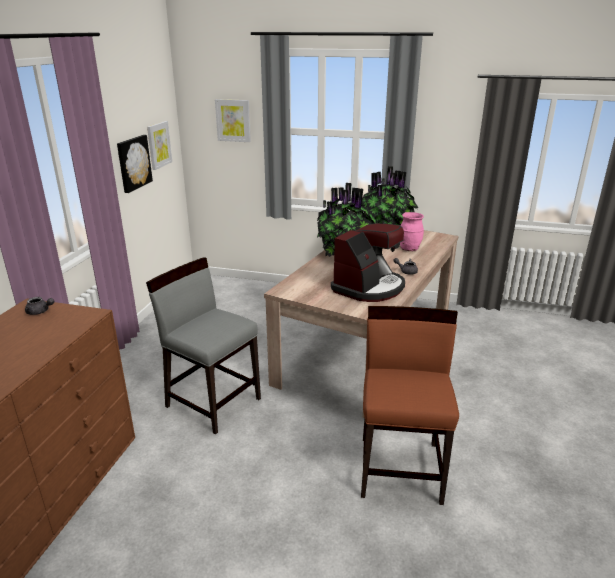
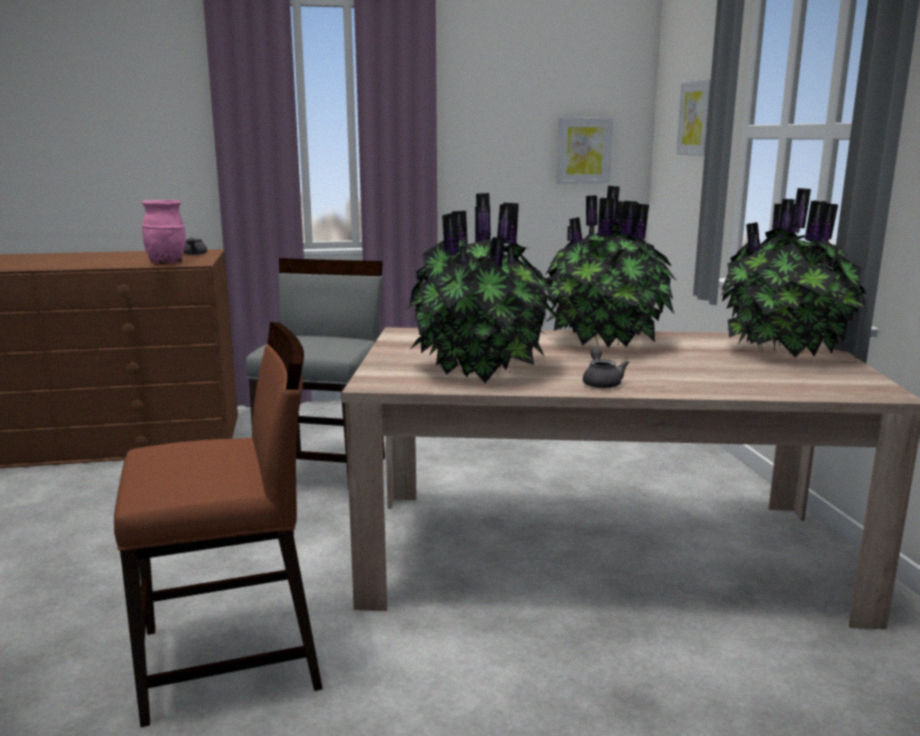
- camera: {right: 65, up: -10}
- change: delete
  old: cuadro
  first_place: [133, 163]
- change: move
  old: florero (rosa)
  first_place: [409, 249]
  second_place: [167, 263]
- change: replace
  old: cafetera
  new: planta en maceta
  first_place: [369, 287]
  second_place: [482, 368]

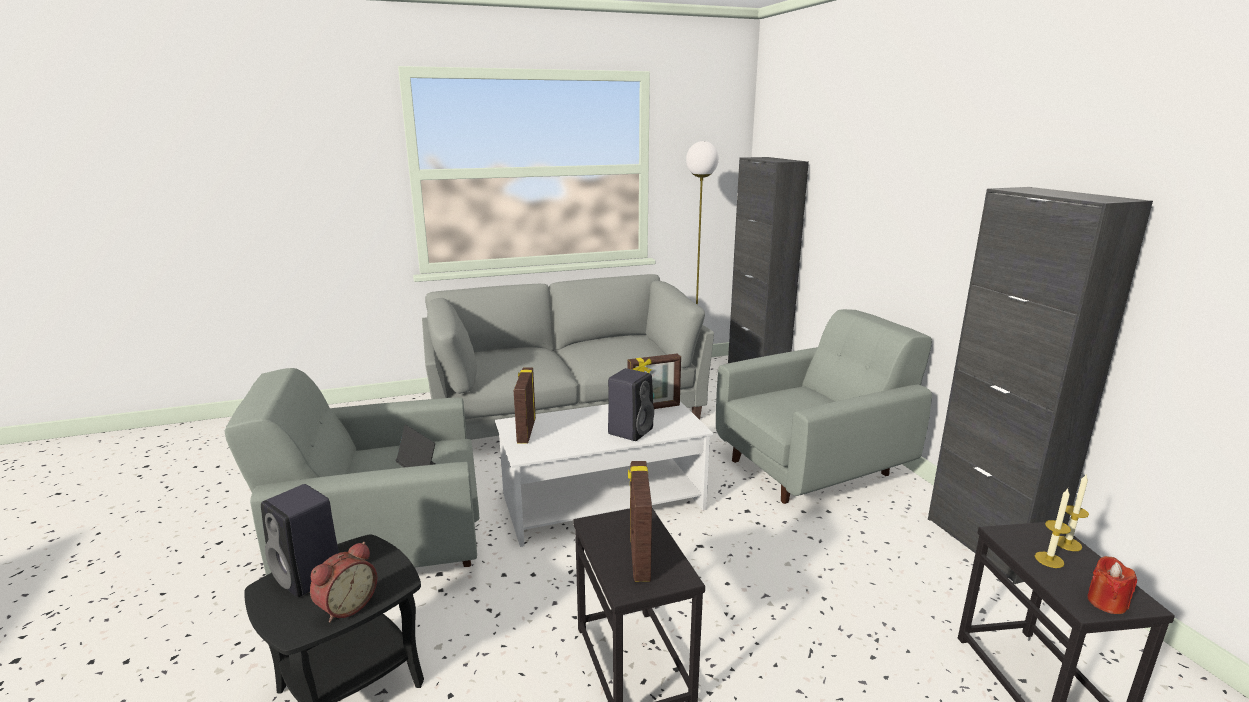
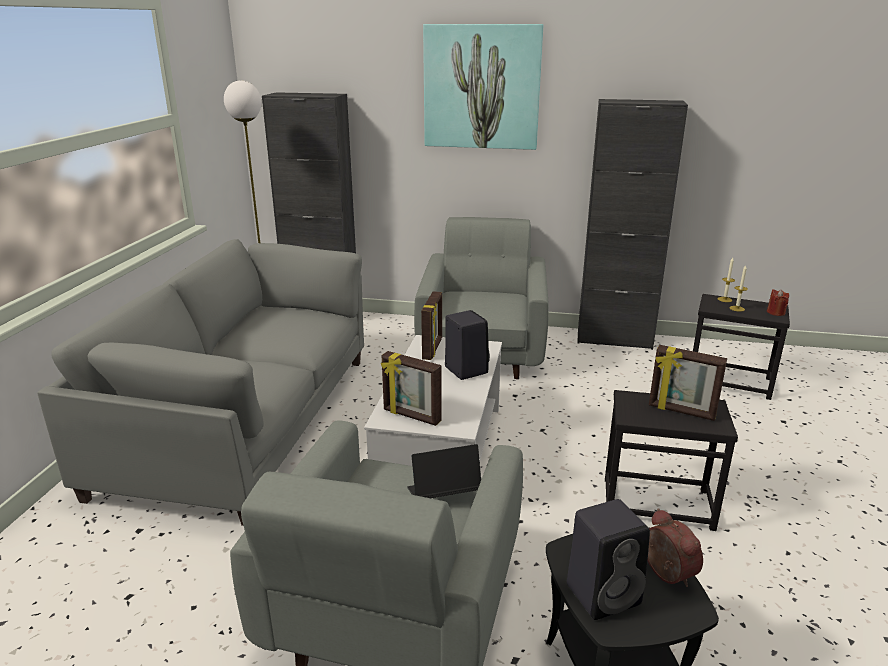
- camera: {right: -60, up: 5}
- change: insert
  new: cuadro
  second_place: [481, 87]

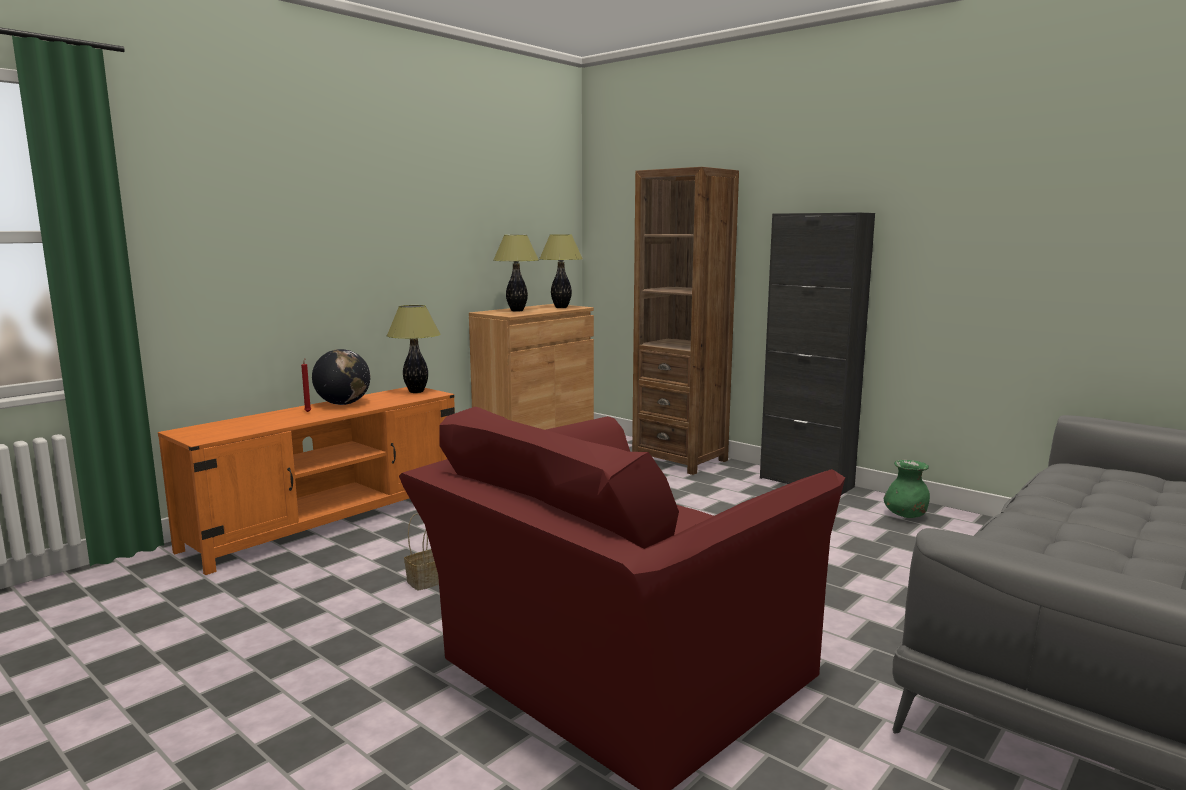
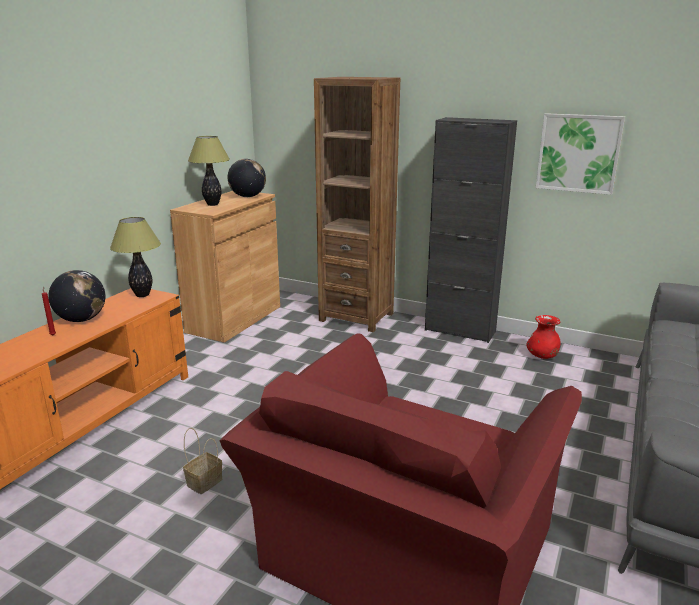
- camera: {right: -15, up: 10}
- change: insert
  new: cuadro
  second_place: [578, 153]
- change: replace
  old: lámpara de mesa
  new: globo terráqueo
  first_place: [561, 307]
  second_place: [248, 196]
- change: recolor
  old: florero (verde)
  new: florero (rojo)
  first_place: [905, 516]
  second_place: [542, 356]

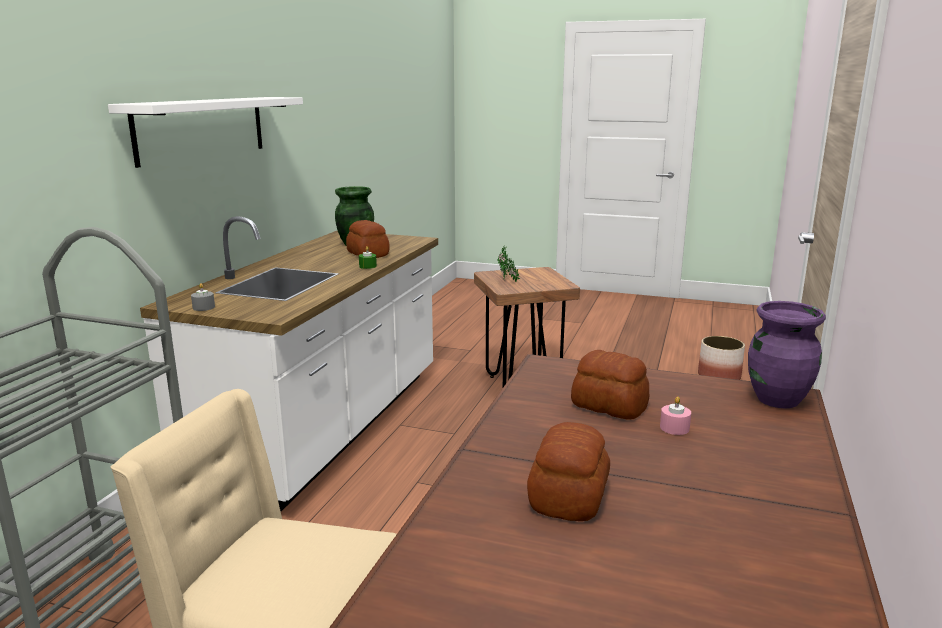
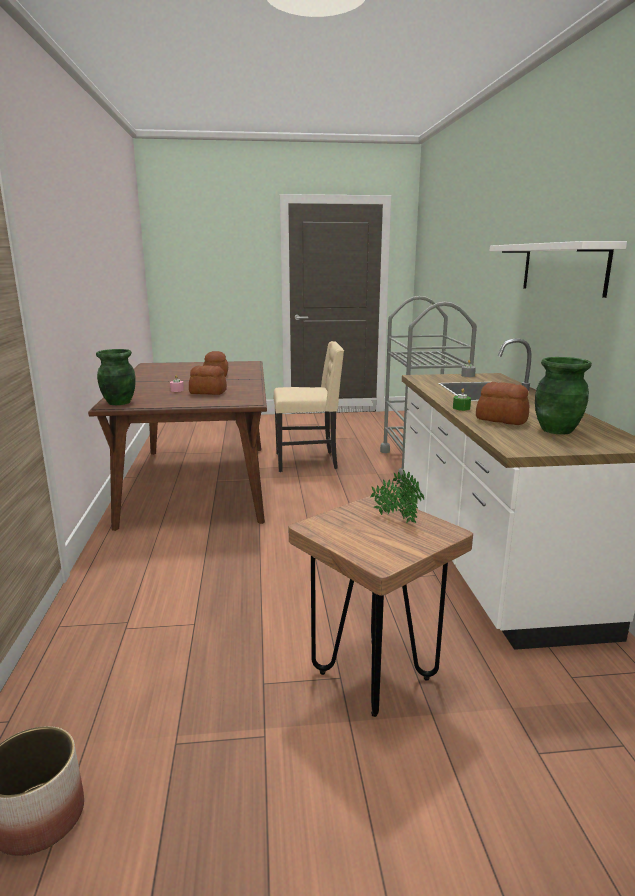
- camera: {right: 155, up: 0}
- change: recolor
  old: florero (morado)
  new: florero (verde)
  first_place: [777, 399]
  second_place: [119, 403]

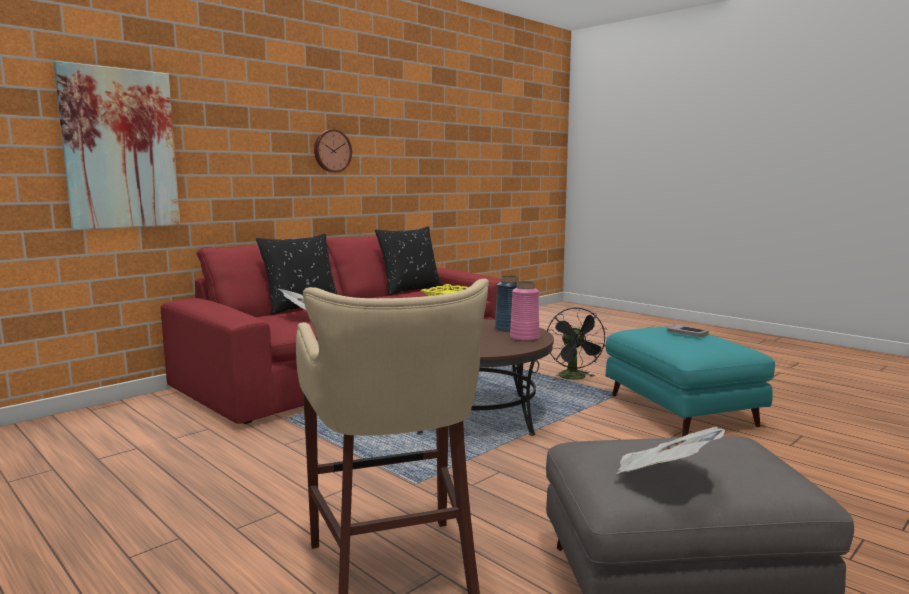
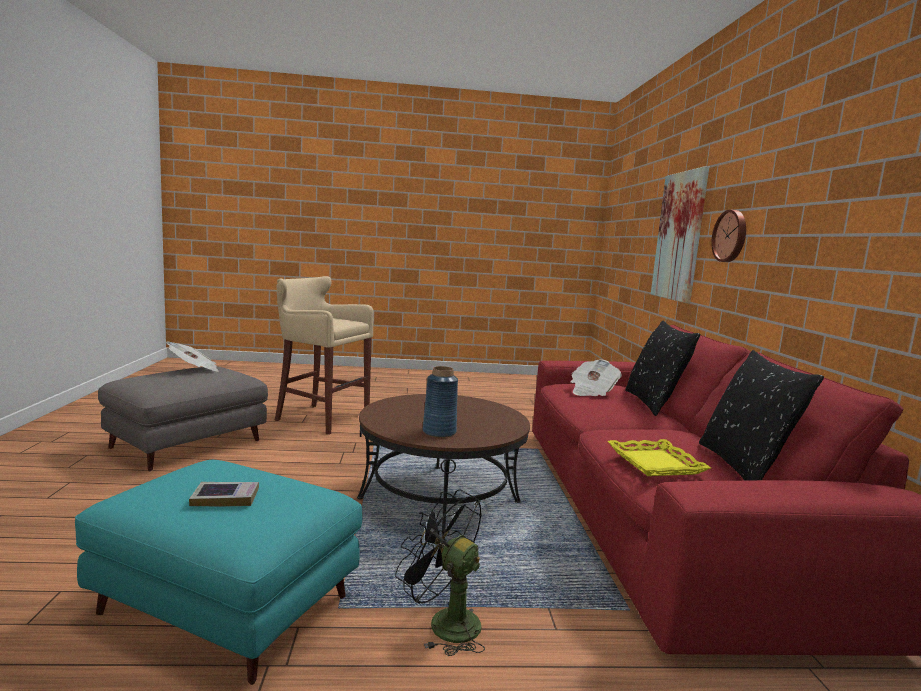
- camera: {right: 130, up: 0}
- change: delete
  old: florero (rosa)
  first_place: [524, 338]
- change: move
  old: reloj de pared
  first_place: [331, 151]
  second_place: [731, 236]

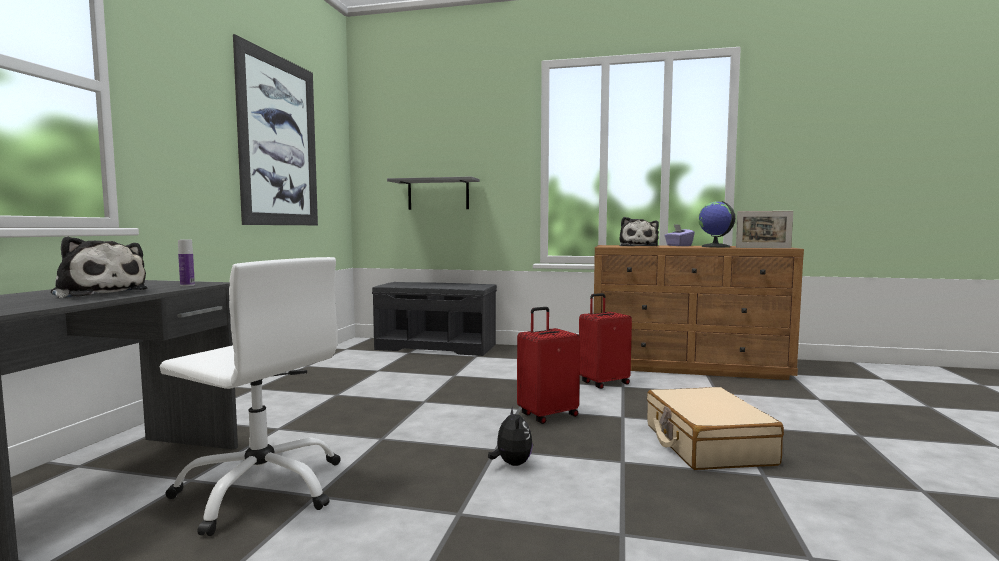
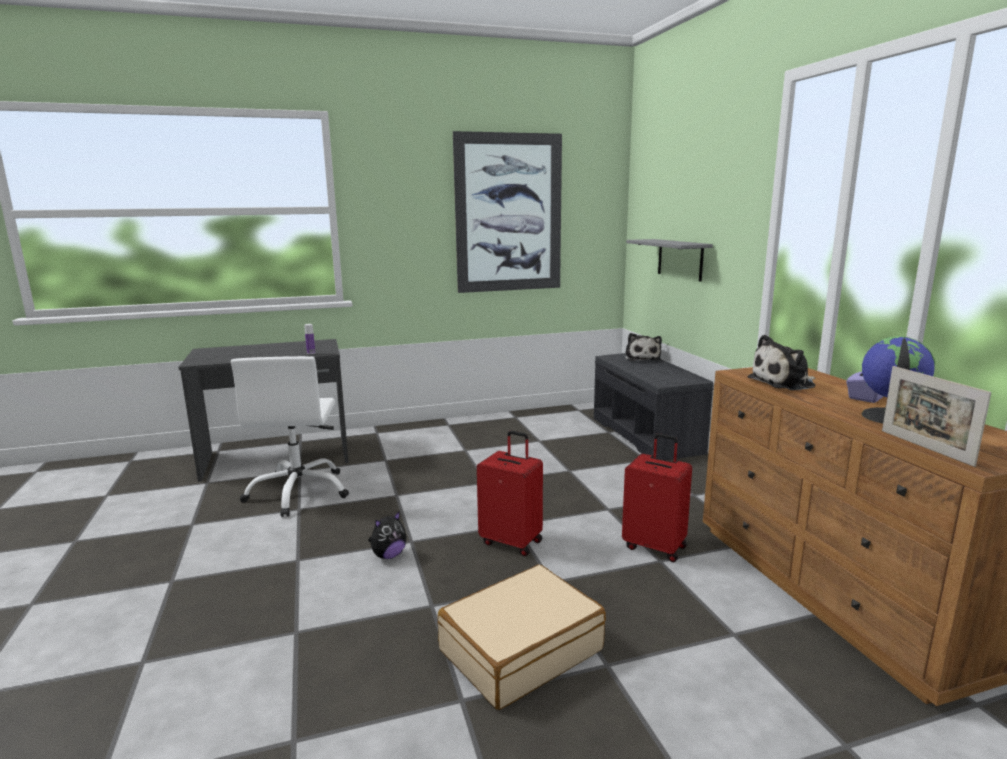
- camera: {right: 60, up: 10}
- change: move
  old: peluche
  first_place: [99, 293]
  second_place: [641, 358]

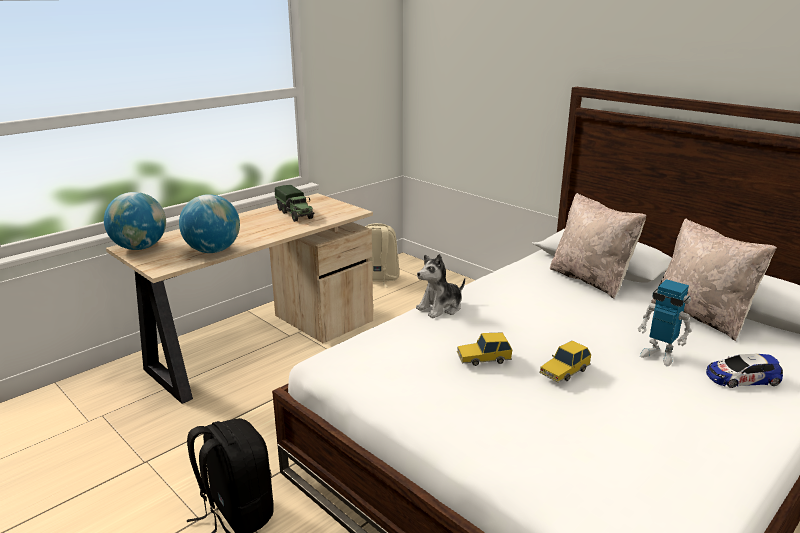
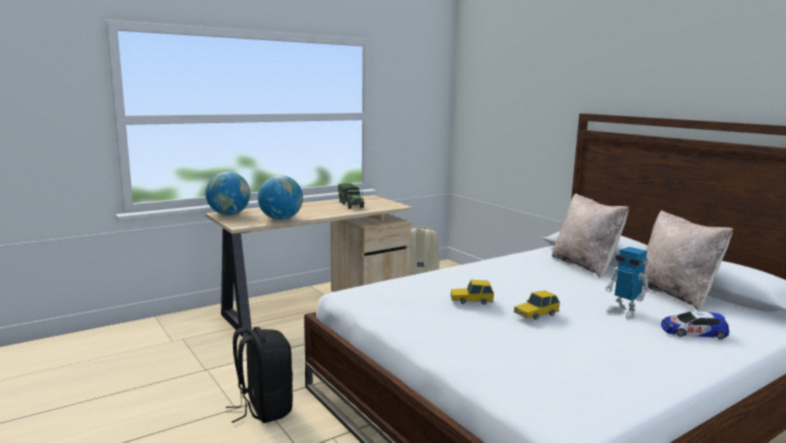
- camera: {right: 10, up: -10}
- change: delete
  old: peluche
  first_place: [440, 308]

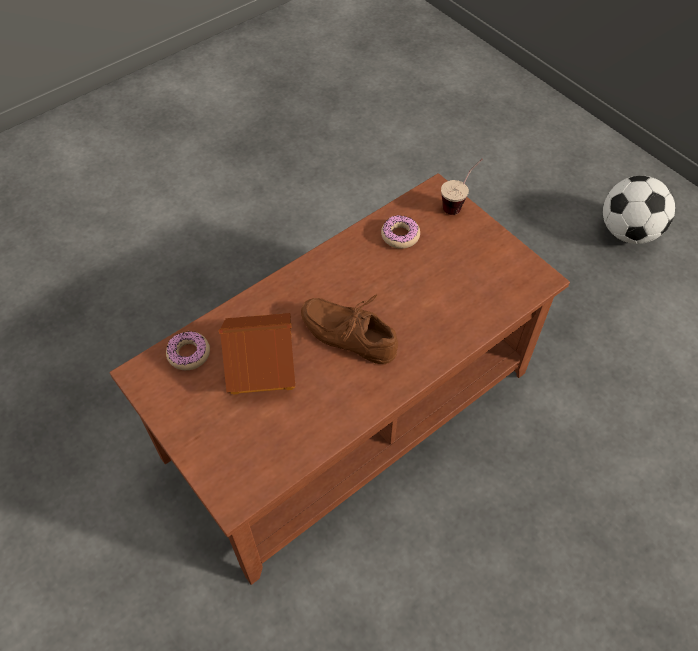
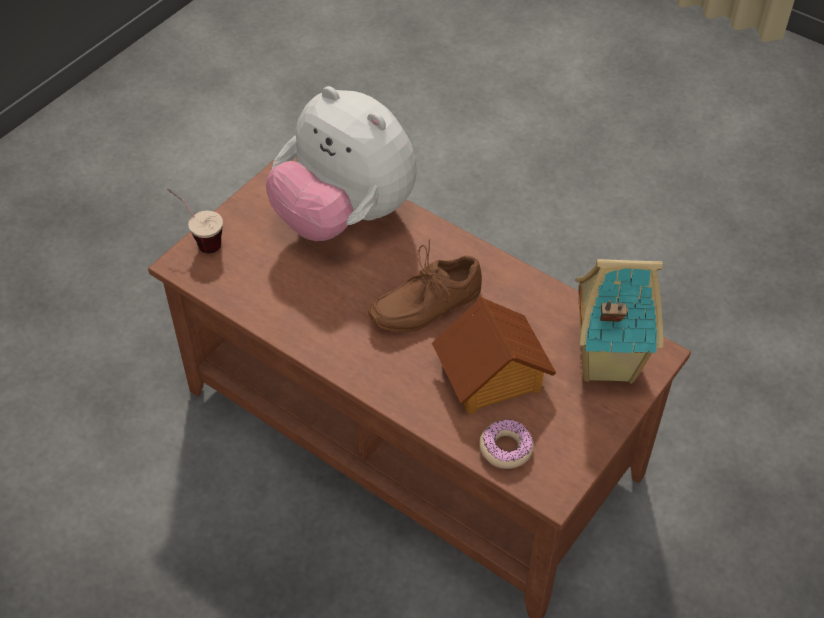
- camera: {right: -105, up: -5}
- change: delete
  old: rosquilla
  first_place: [400, 236]
- change: delete
  old: balón de fútbol
  first_place: [628, 231]
- change: insert
  new: peluche
  second_place: [344, 216]
- change: insert
  new: casita
  second_place: [605, 361]
- change: rotate
  old: zapato (marrón)
  first_place: [350, 333]
  second_place: [423, 303]
  degrees: 45

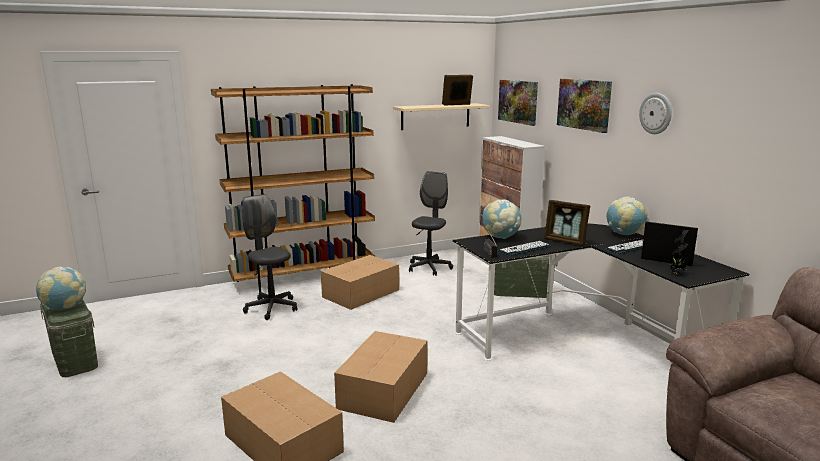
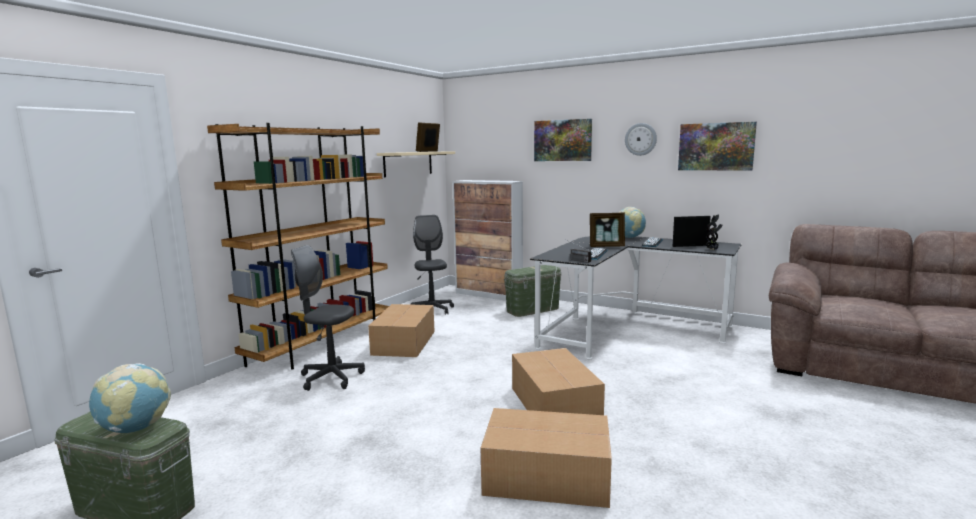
- camera: {right: -35, up: -5}
- change: delete
  old: globo terráqueo
  first_place: [500, 237]
- change: move
  old: cuadro
  first_place: [518, 101]
  second_place: [716, 146]

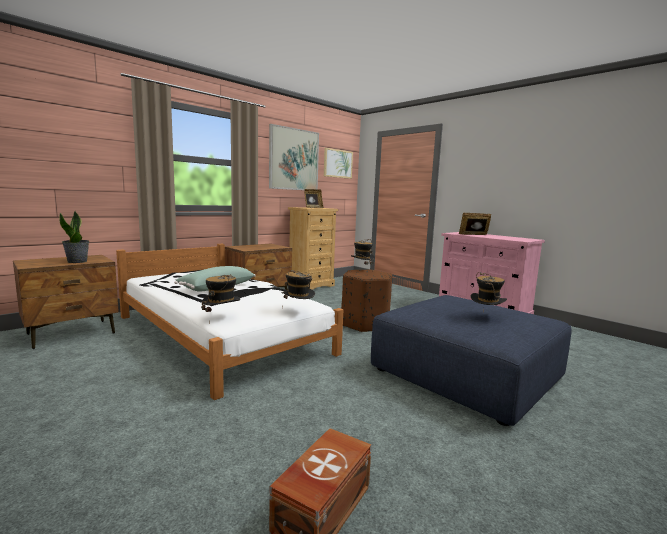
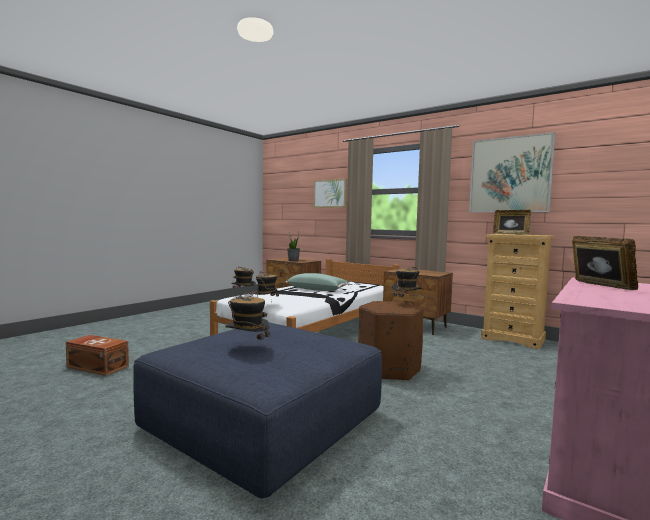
- camera: {right: 80, up: -5}
- change: move
  old: cuadro
  first_place: [337, 163]
  second_place: [330, 193]

